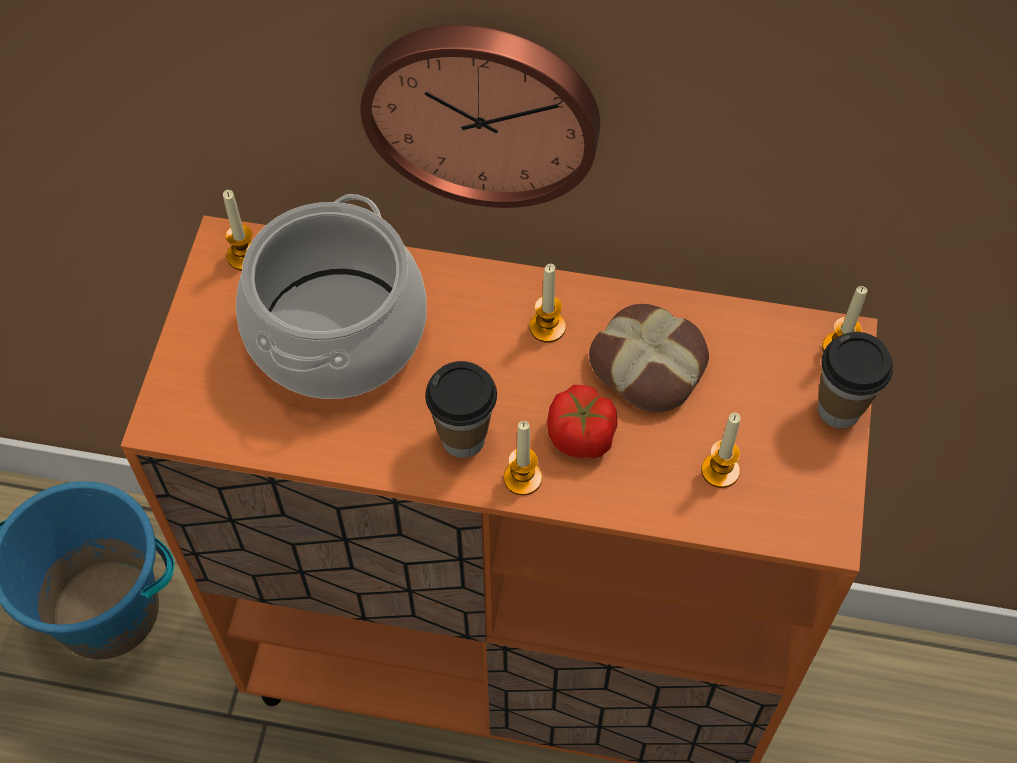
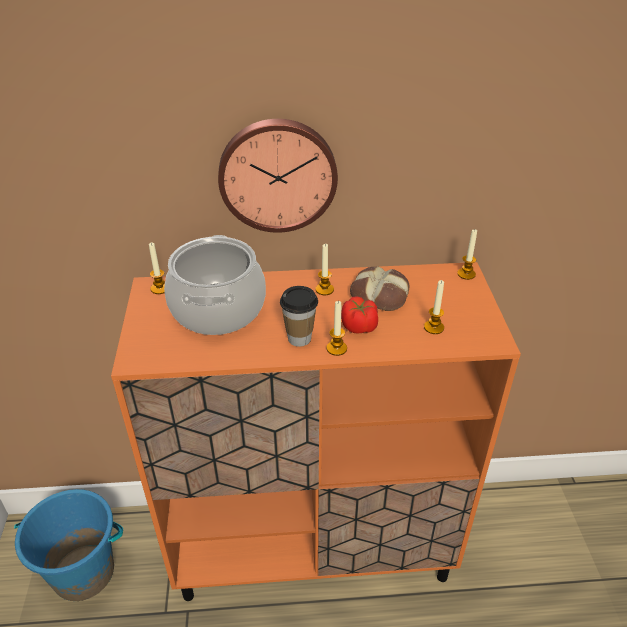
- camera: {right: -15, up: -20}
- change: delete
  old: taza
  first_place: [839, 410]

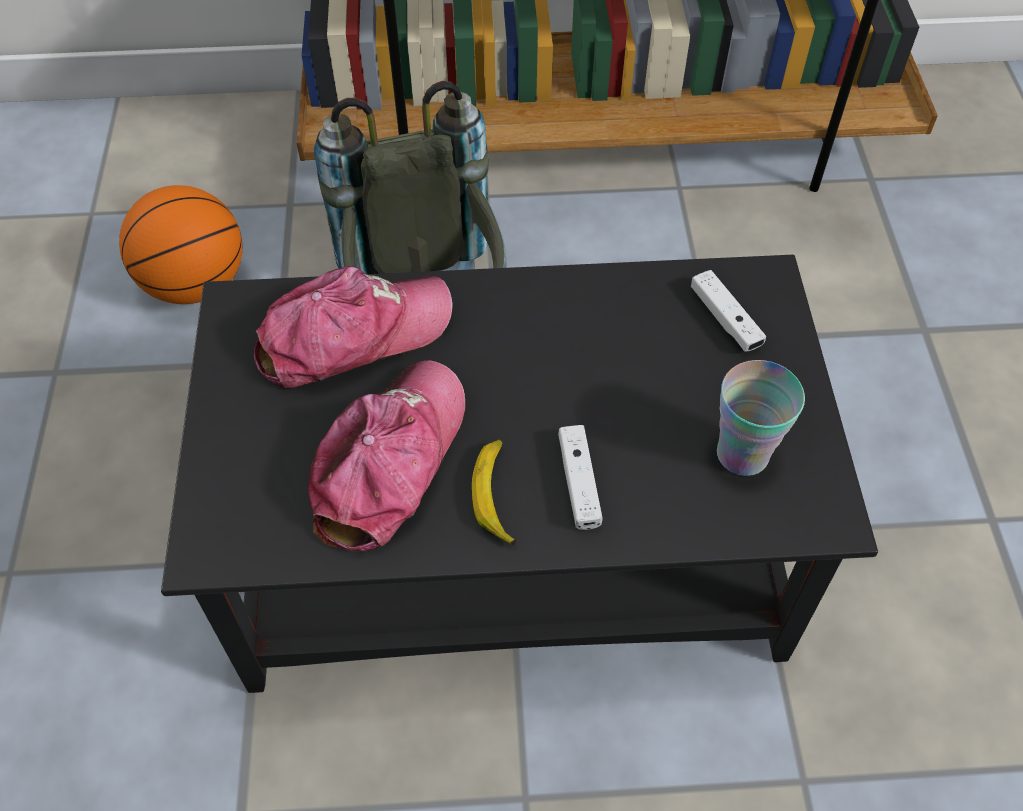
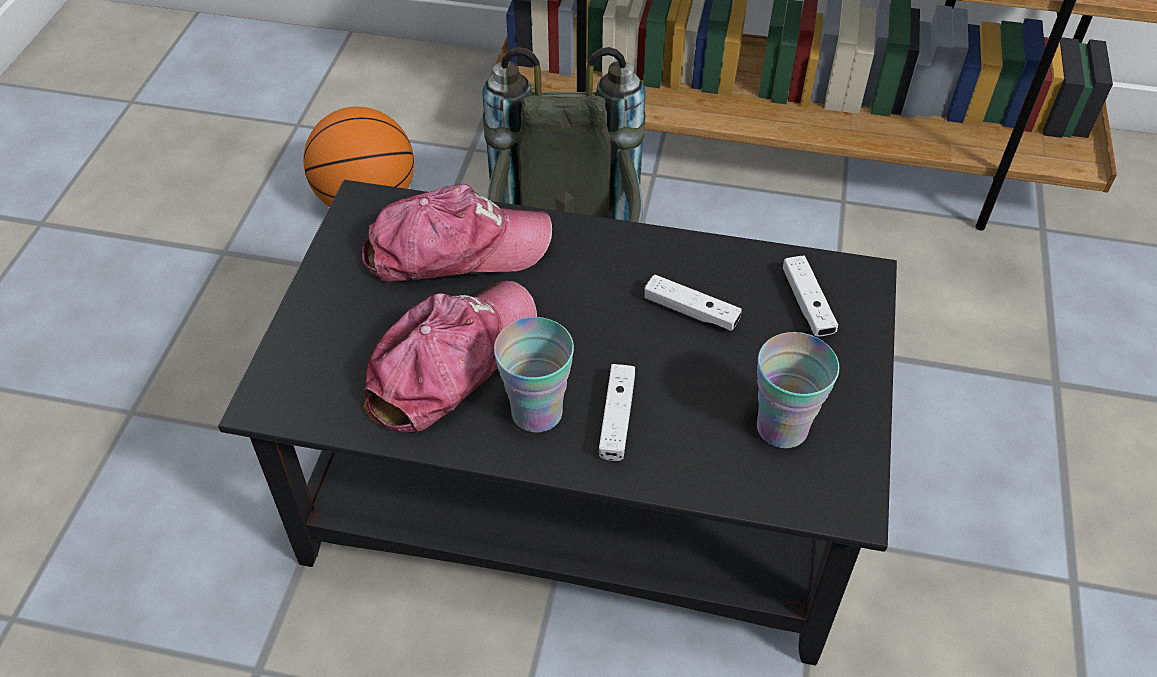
- camera: {right: 15, up: -5}
- change: insert
  new: mando de consola (blanco)
  second_place: [691, 311]
- change: replace
  old: plátano
  new: taza
  first_place: [496, 495]
  second_place: [537, 412]

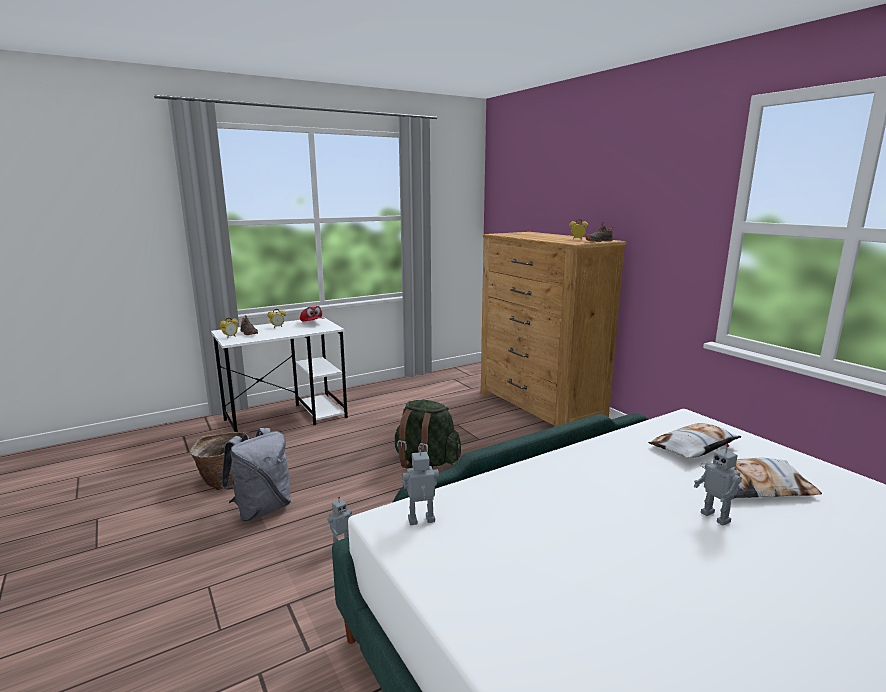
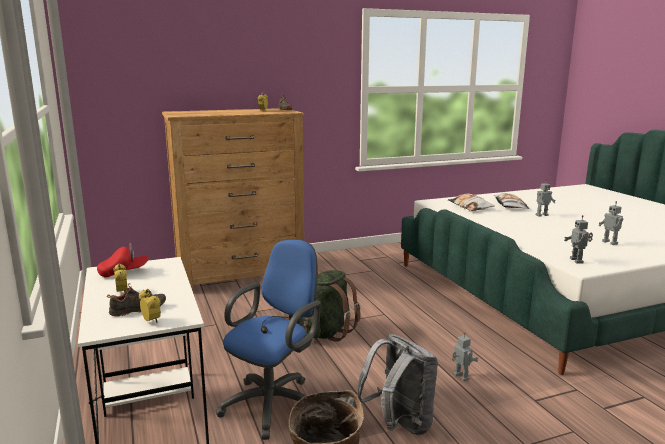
- camera: {right: -80, up: 0}
- change: insert
  new: silla de oficina (azul)
  second_place: [274, 403]
- change: insert
  new: robot de juguete
  second_place: [610, 242]

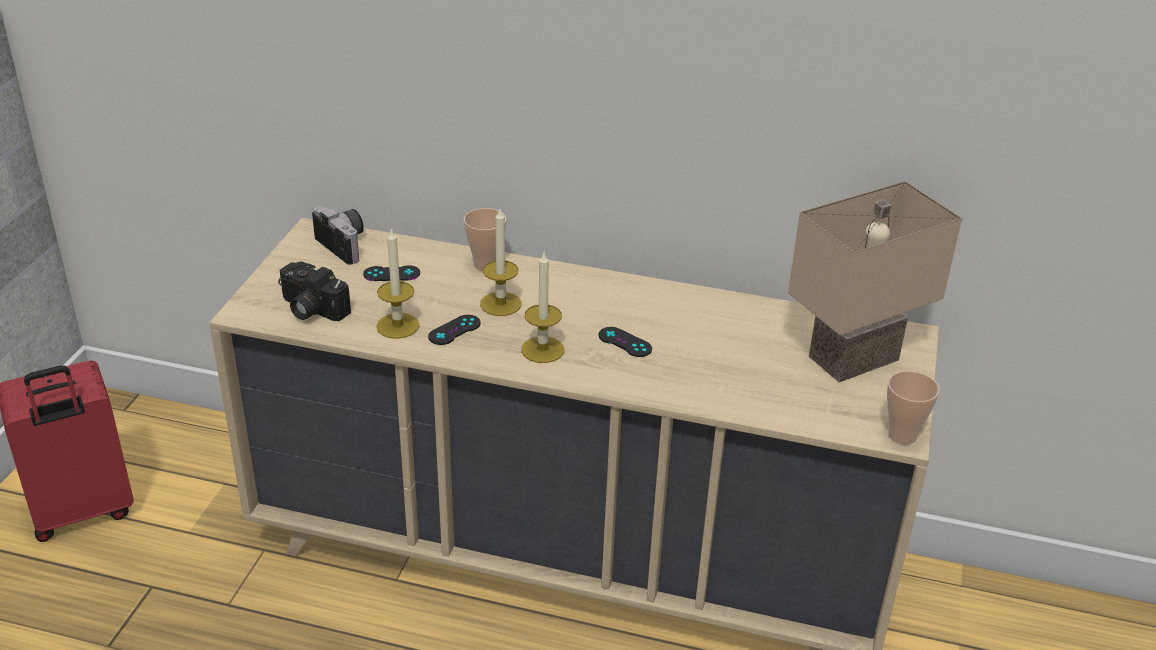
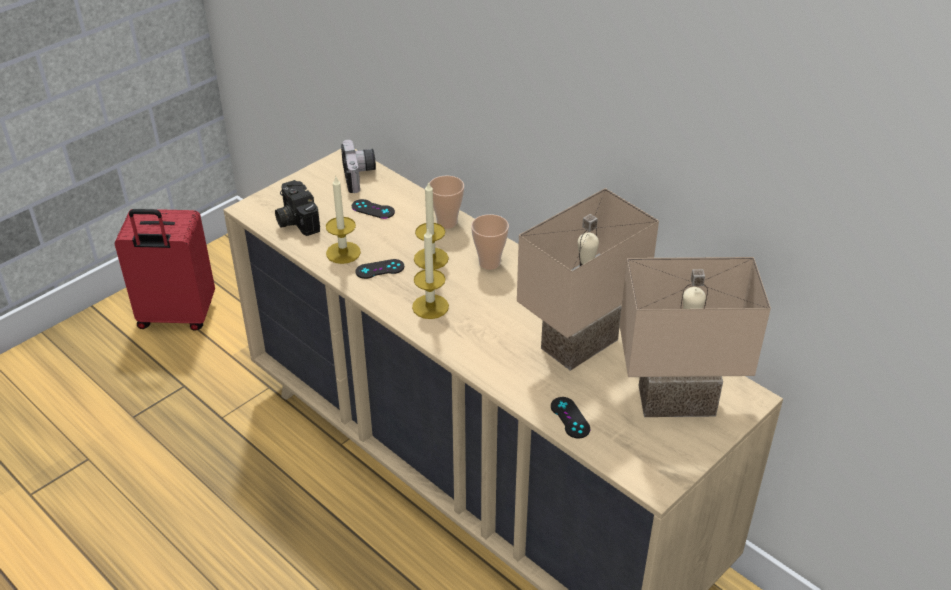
- camera: {right: 30, up: 5}
- change: insert
  new: lámpara de mesa (beis)
  second_place: [577, 341]
- change: move
  old: mando de consola (negro)
  first_place: [625, 342]
  second_place: [570, 418]
- change: move
  old: taza
  first_place: [902, 435]
  second_place: [489, 263]

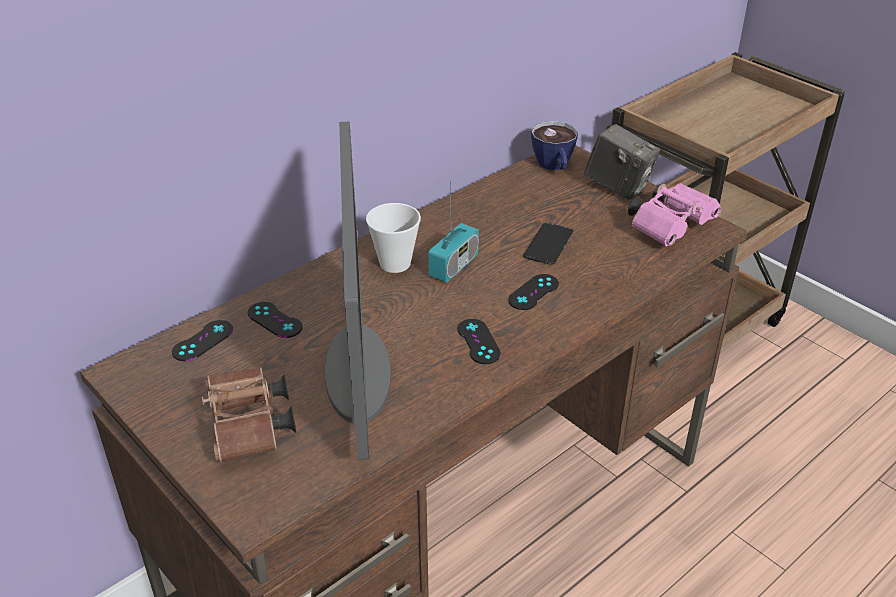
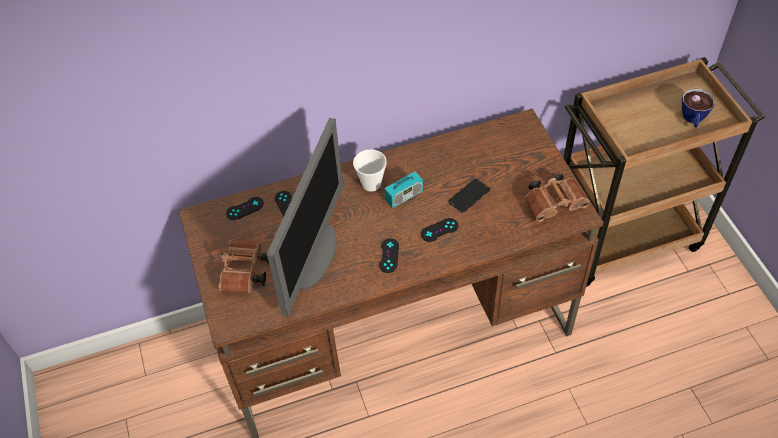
- camera: {right: 25, up: 15}
- change: delete
  old: cámara
  first_place: [618, 187]
- change: move
  old: taza
  first_place: [554, 166]
  second_place: [693, 120]
- change: recolor
  old: prismáticos (rosa)
  new: prismáticos (marrón)
  first_place: [671, 226]
  second_place: [556, 204]

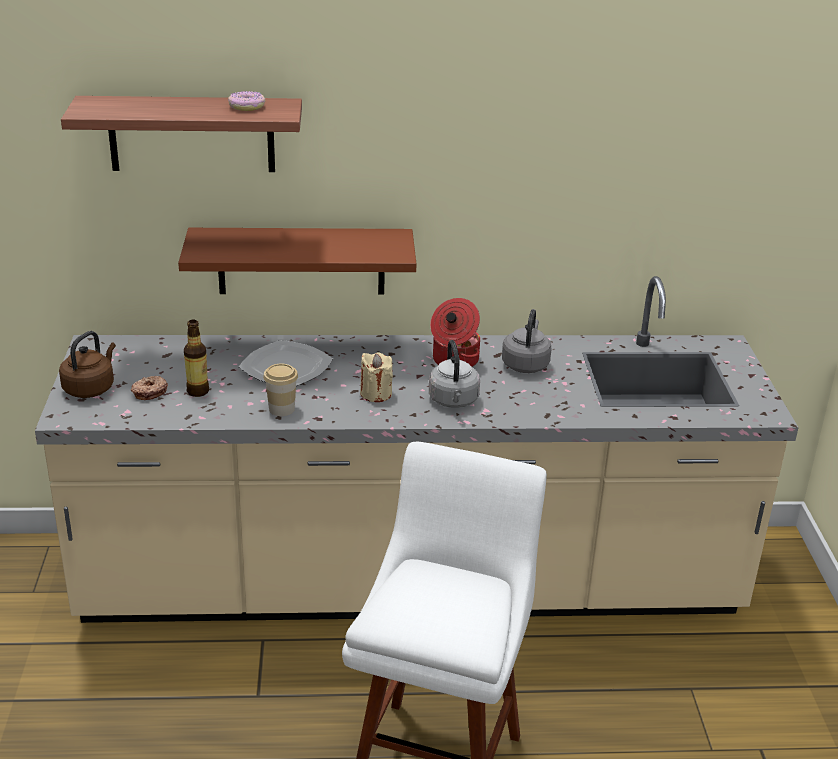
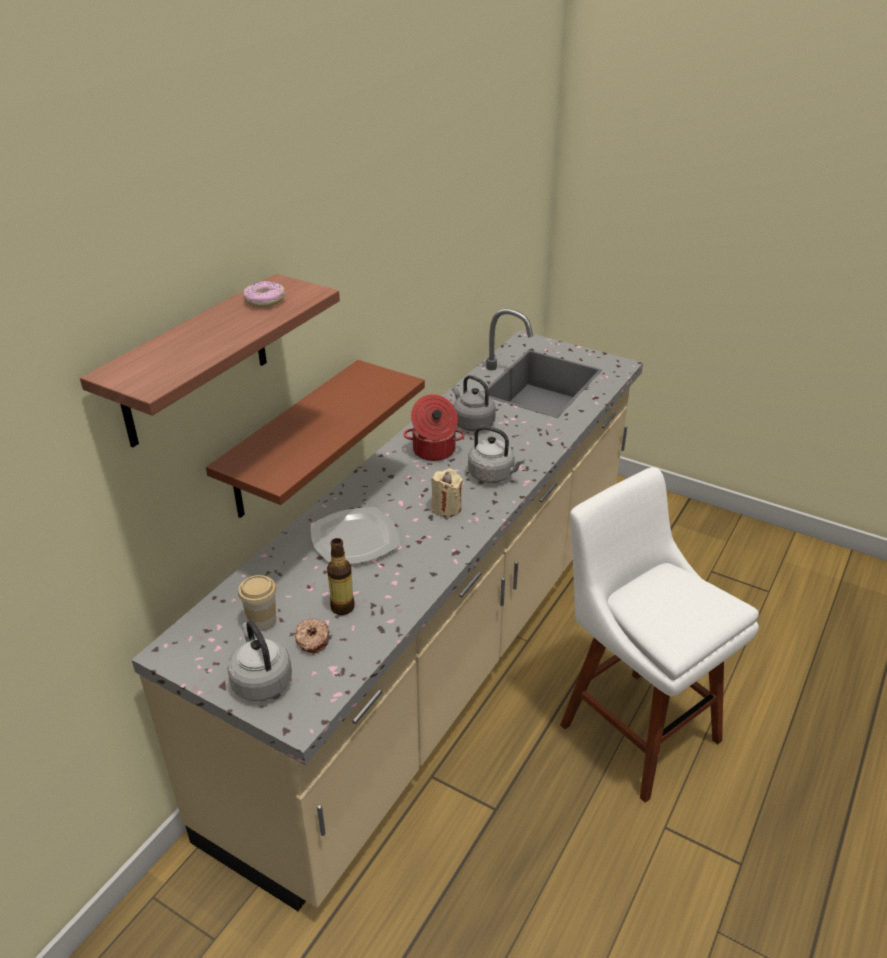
- camera: {right: -55, up: 5}
- change: move
  old: taza
  first_place: [281, 409]
  second_place: [262, 621]
- change: recolor
  old: hervidor (marrón)
  new: hervidor (gris)
  first_place: [90, 388]
  second_place: [261, 681]

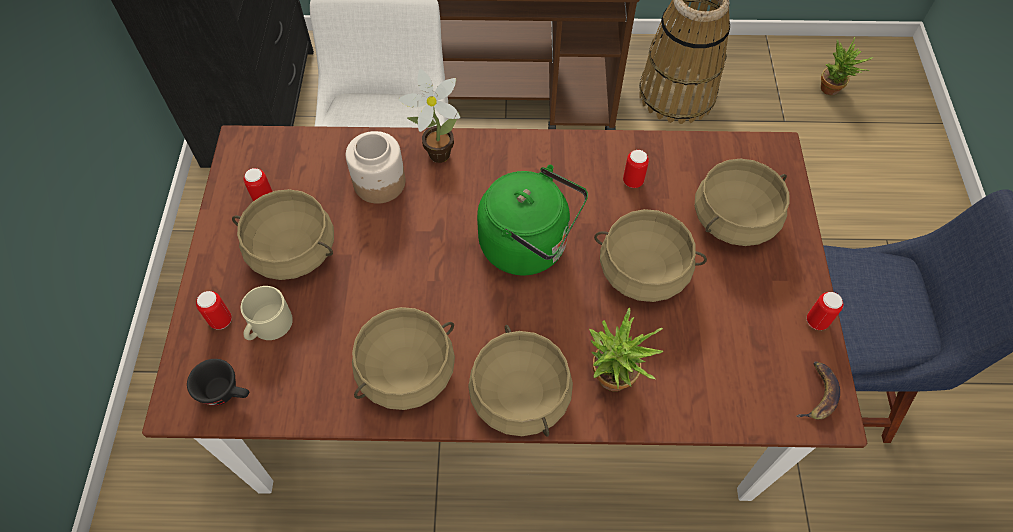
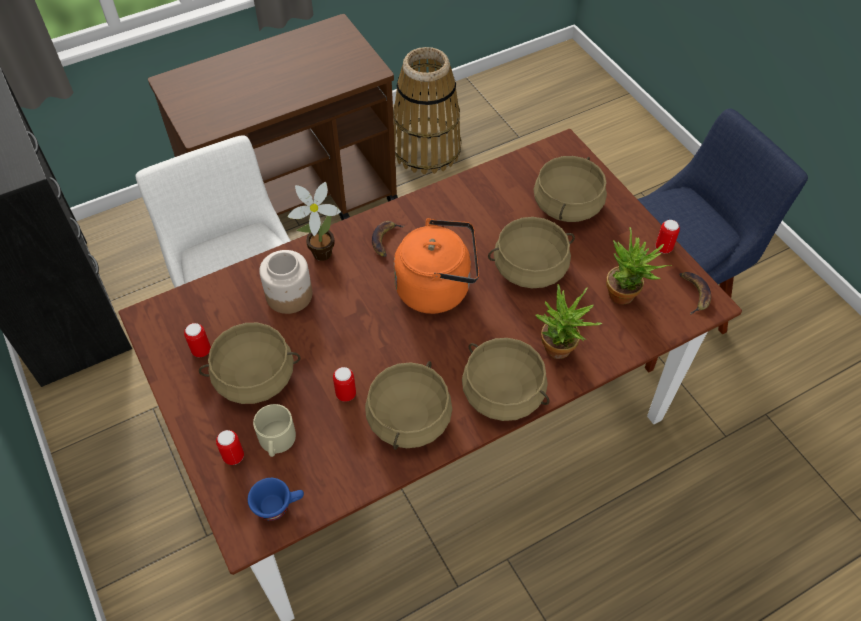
- camera: {right: -30, up: -5}
- change: insert
  new: plátano
  second_place: [385, 240]
- change: move
  old: lata
  first_place: [633, 181]
  second_place: [346, 394]
- change: move
  old: planta en maceta
  first_place: [833, 91]
  second_place: [626, 296]
- change: recolor
  old: taza (negro)
  new: taza (azul)
  first_place: [226, 392]
  second_place: [278, 505]
- change: recolor
  old: hervidor (verde)
  new: hervidor (naranja)
  first_place: [529, 246]
  second_place: [438, 288]

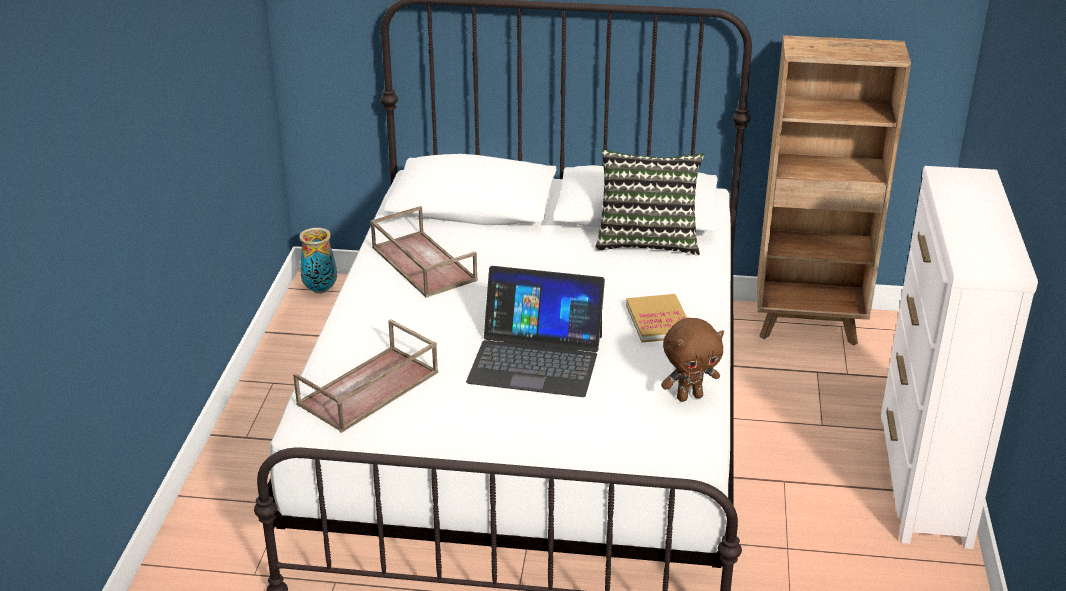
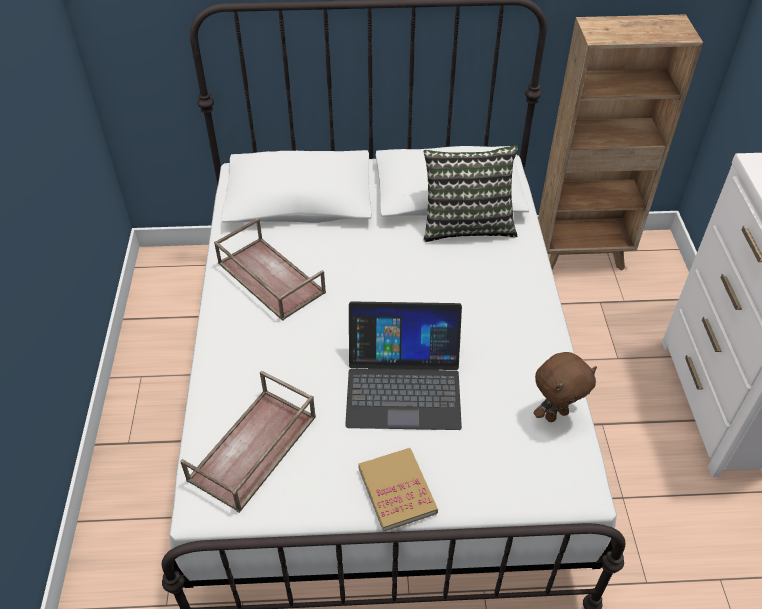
- camera: {right: -10, up: 15}
- change: delete
  old: florero
  first_place: [320, 289]
- change: move
  old: libro
  first_place: [658, 321]
  second_place: [397, 490]

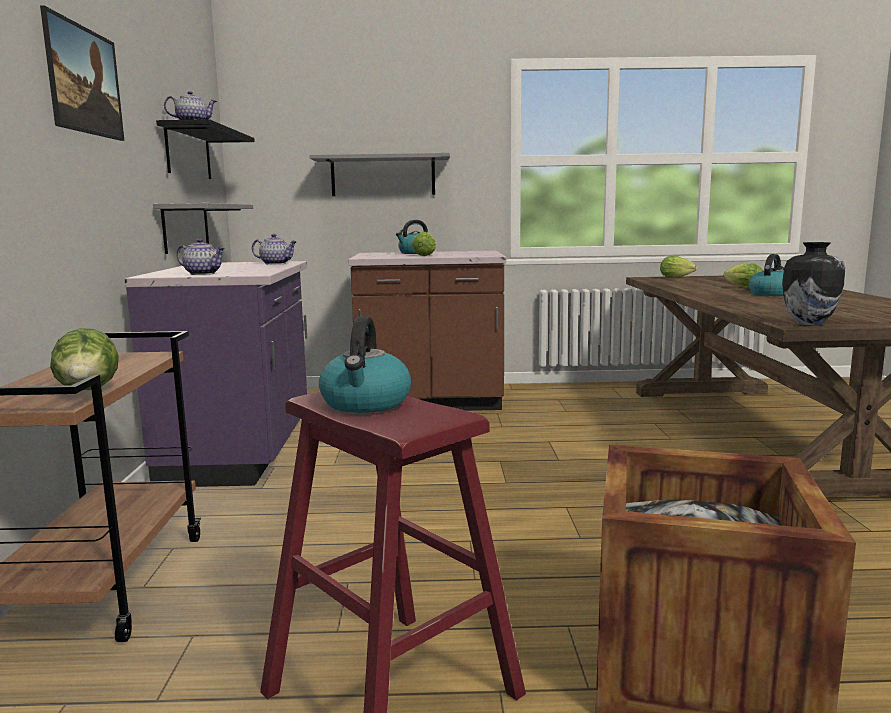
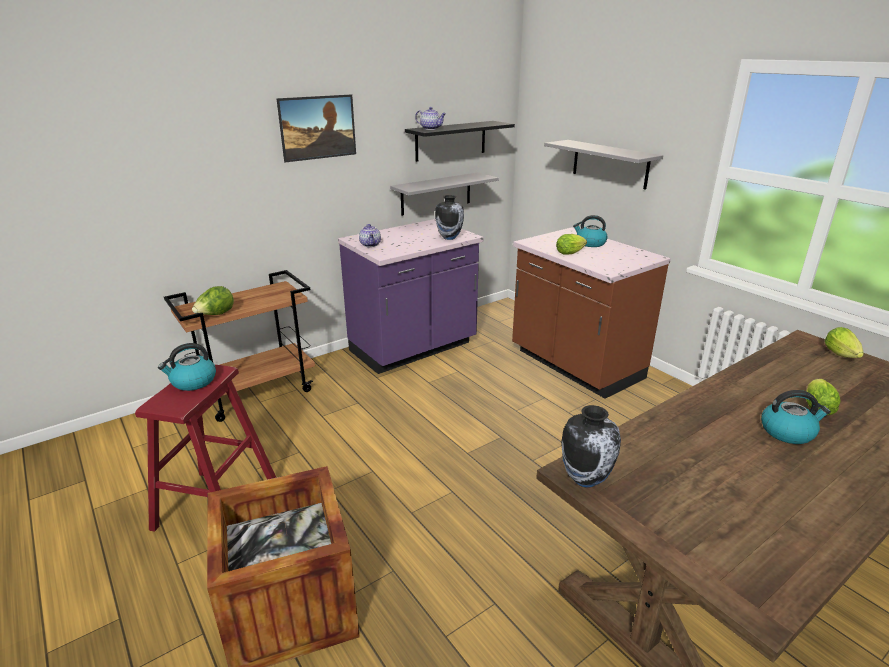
- camera: {right: 55, up: 15}
- change: replace
  old: tetera
  new: florero
  first_place: [276, 263]
  second_place: [449, 238]

